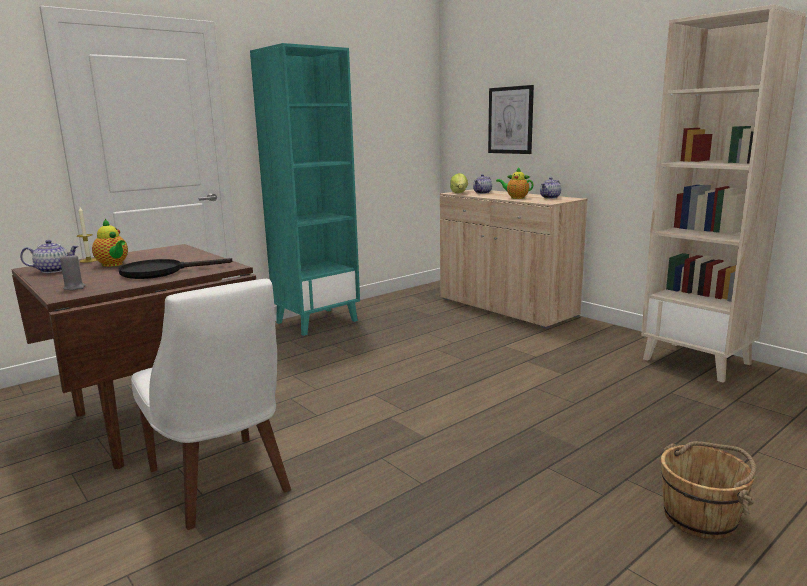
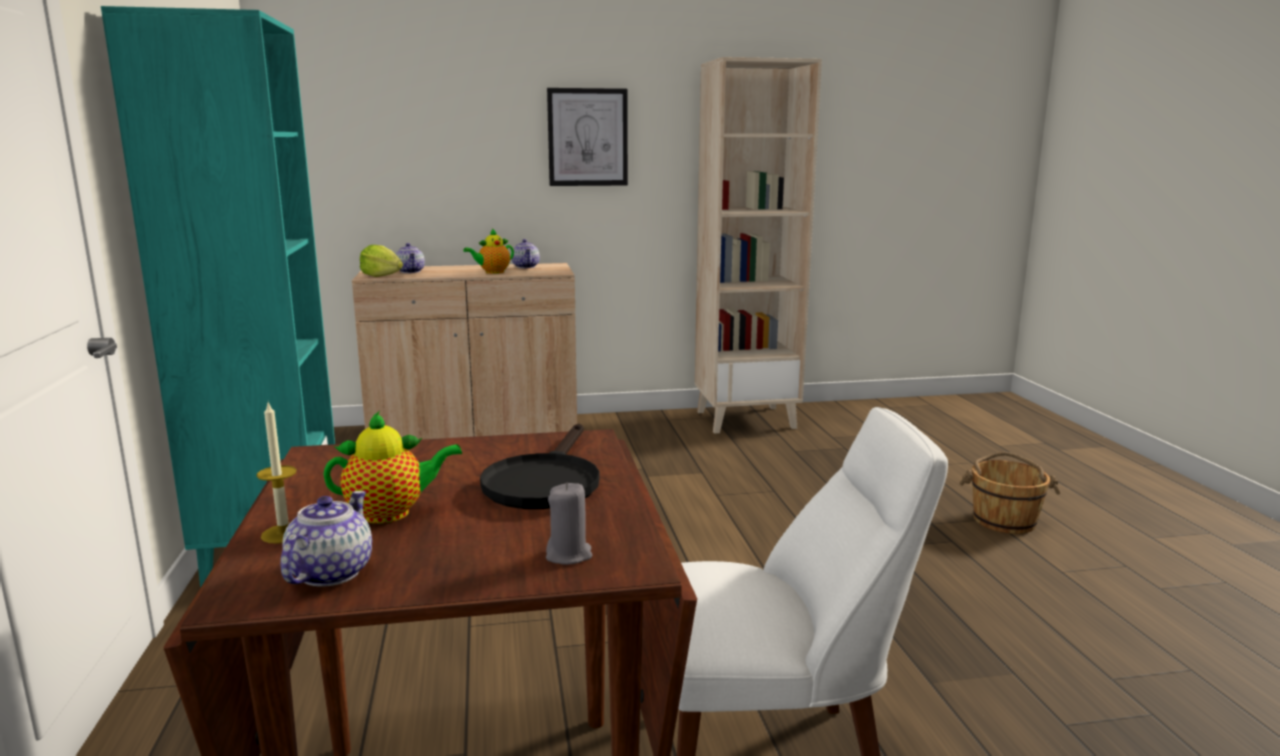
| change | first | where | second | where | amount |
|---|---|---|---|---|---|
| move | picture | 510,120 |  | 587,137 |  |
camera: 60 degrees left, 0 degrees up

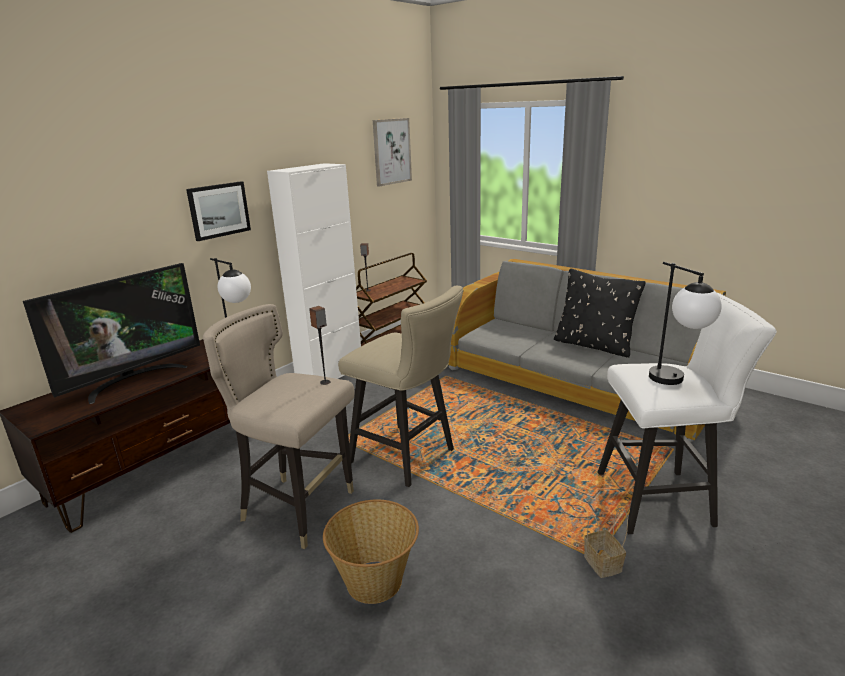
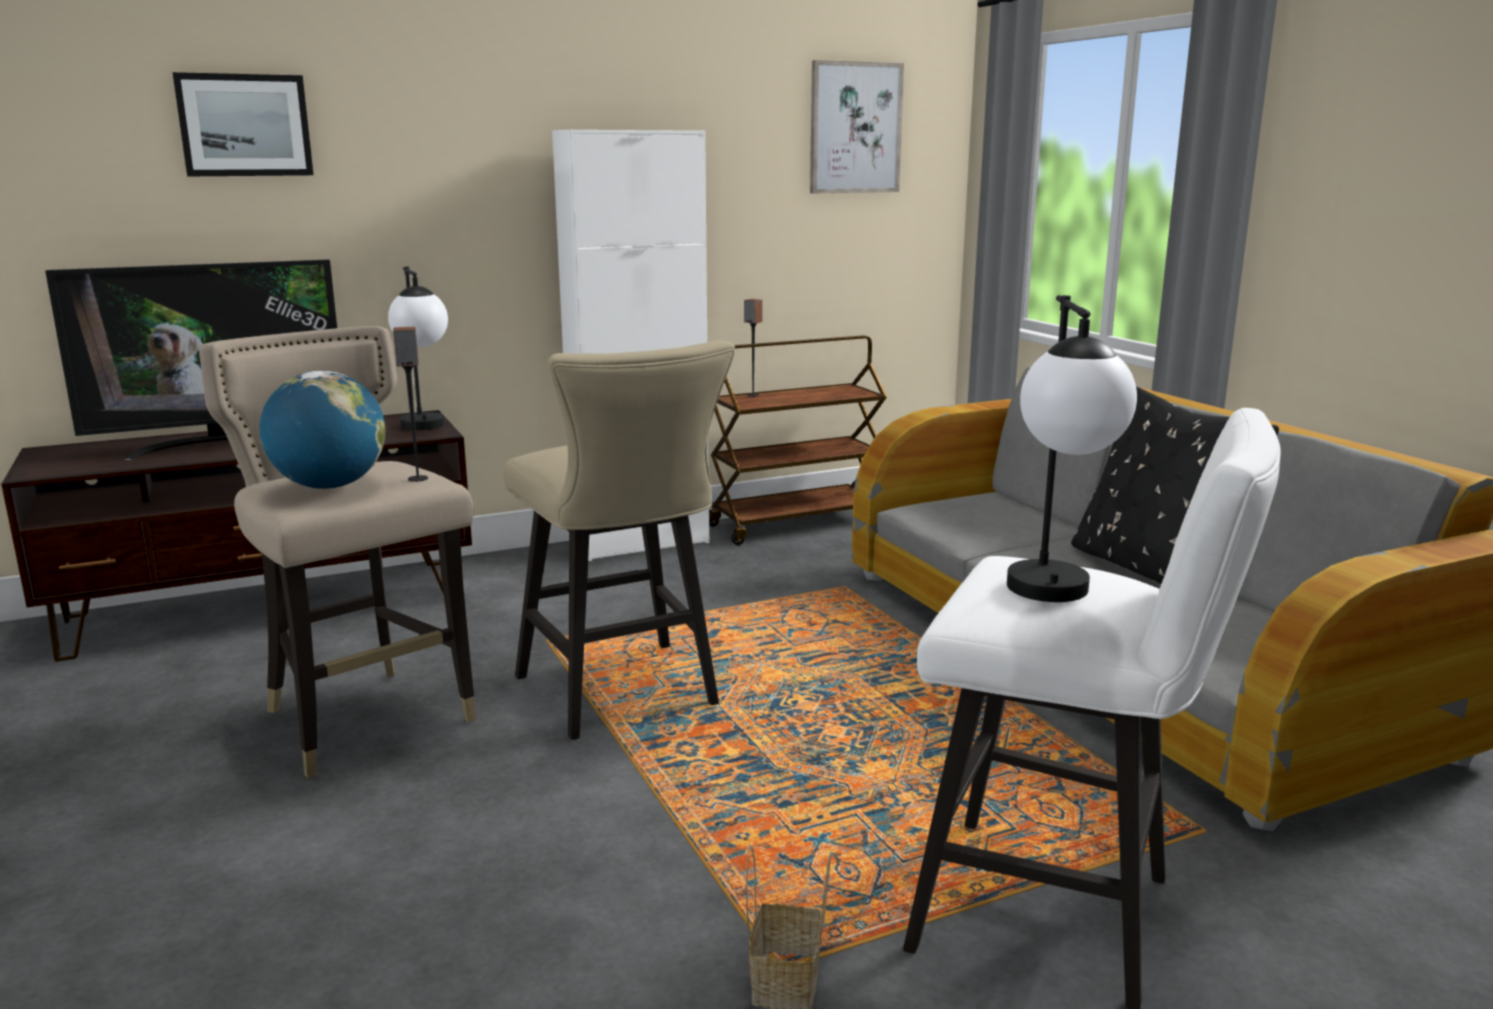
| change | first | where | second | where | amount |
|---|---|---|---|---|---|
| move | picture | 219,210 |  | 245,125 |  |
| delete | basket | 375,581 |  |  |  |
| insert |  |  | globe | 329,486 |  |
camera: 25 degrees right, 5 degrees down

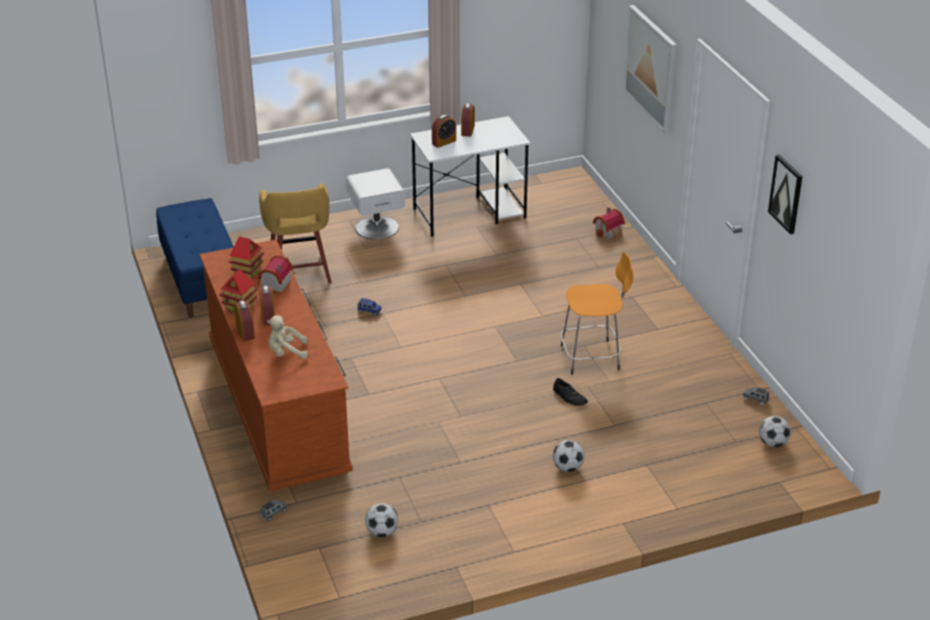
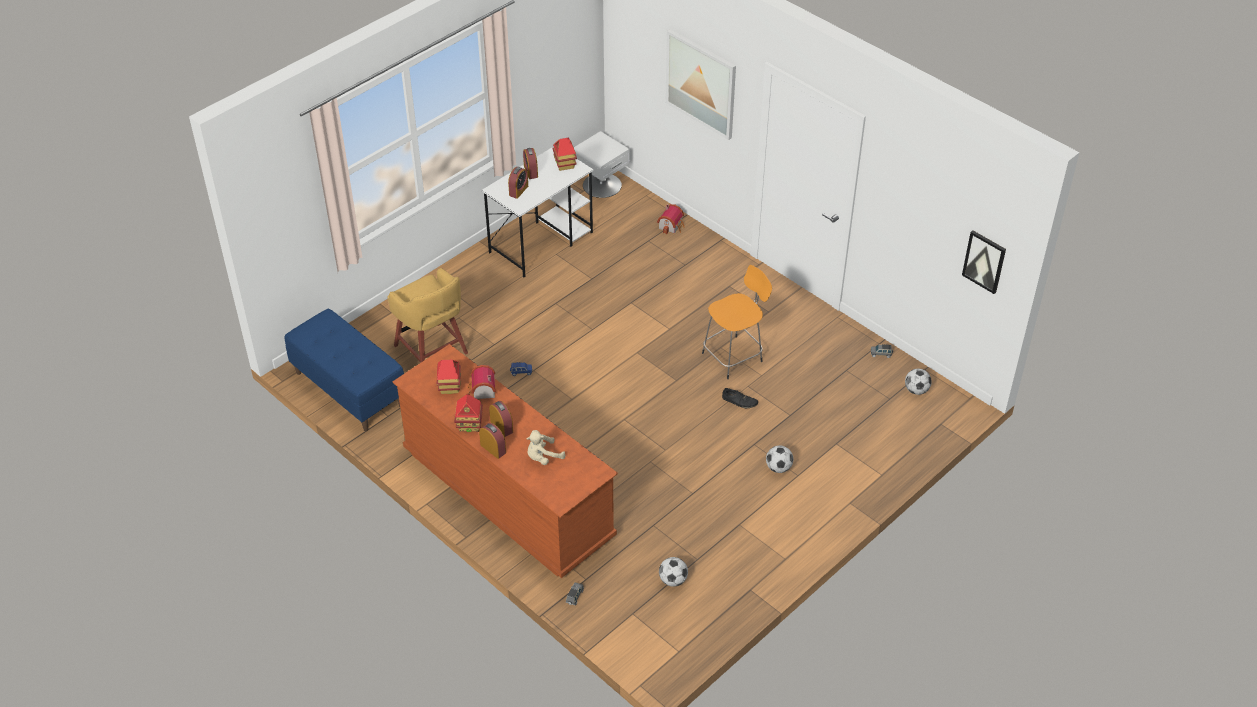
| change | first | where | second | where | amount |
|---|---|---|---|---|---|
| move | picture | 786,194 |  | 984,261 |  |
| move | white nightstand | 377,227 |  | 601,185 |  |
| insert |  |  | toy house | 565,164 |  |
camera: 25 degrees left, 10 degrees up

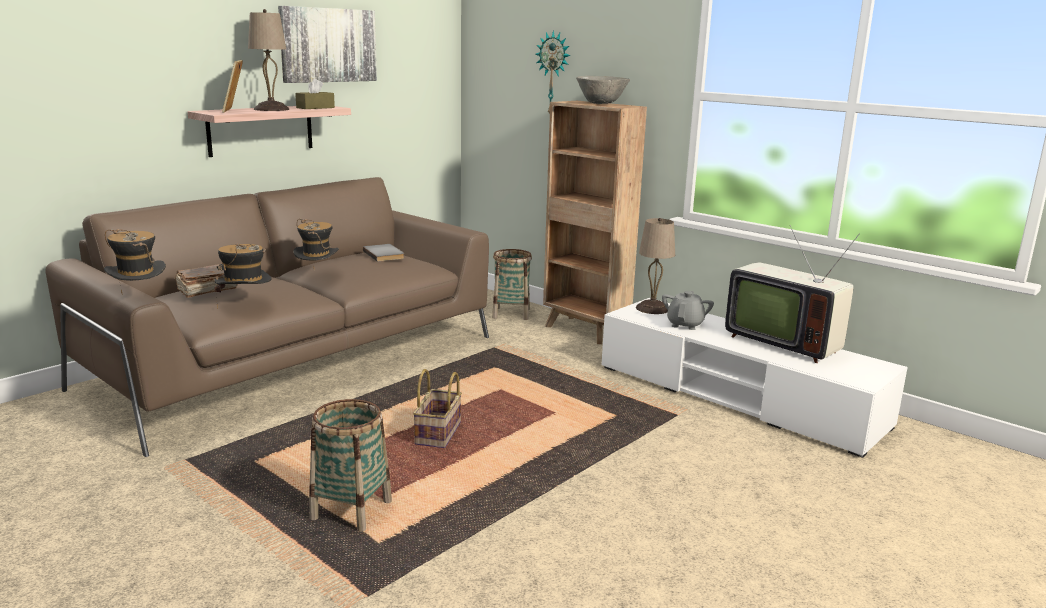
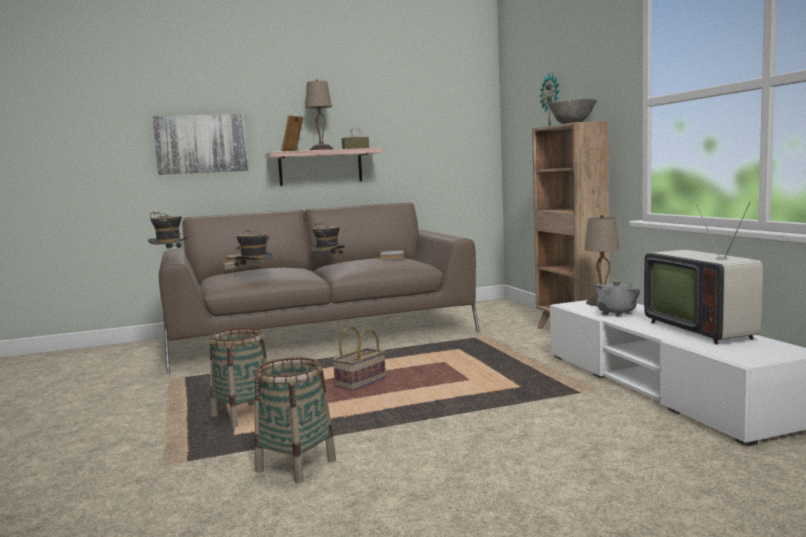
| change | first | where | second | where | amount |
|---|---|---|---|---|---|
| move | picture | 328,45 |  | 201,144 |  |
| move | basket | 511,313 |  | 296,465 |  |
camera: 30 degrees right, 10 degrees down

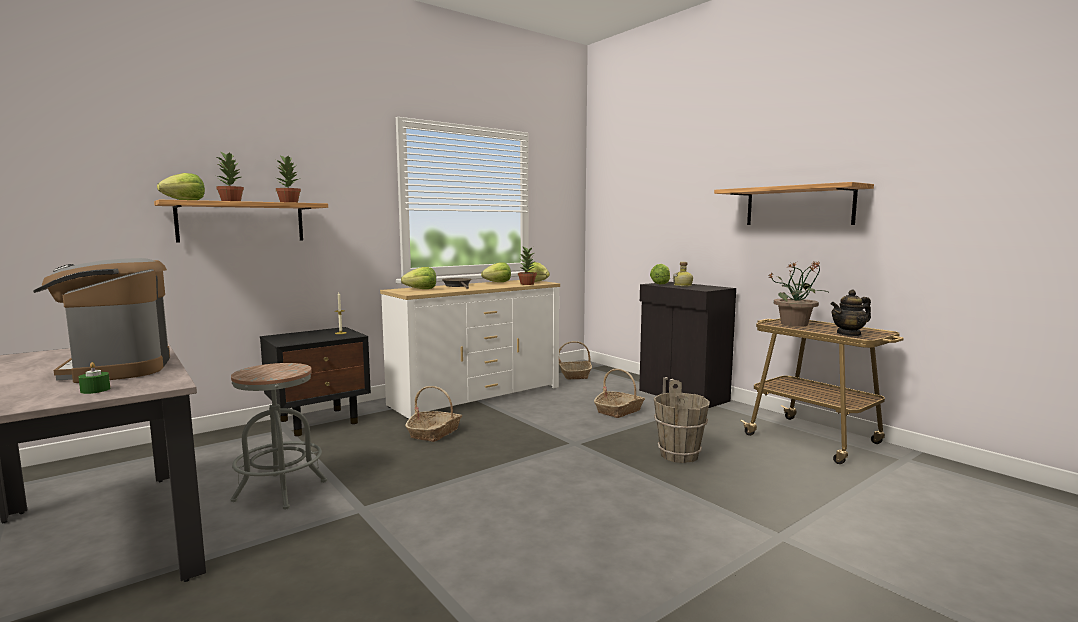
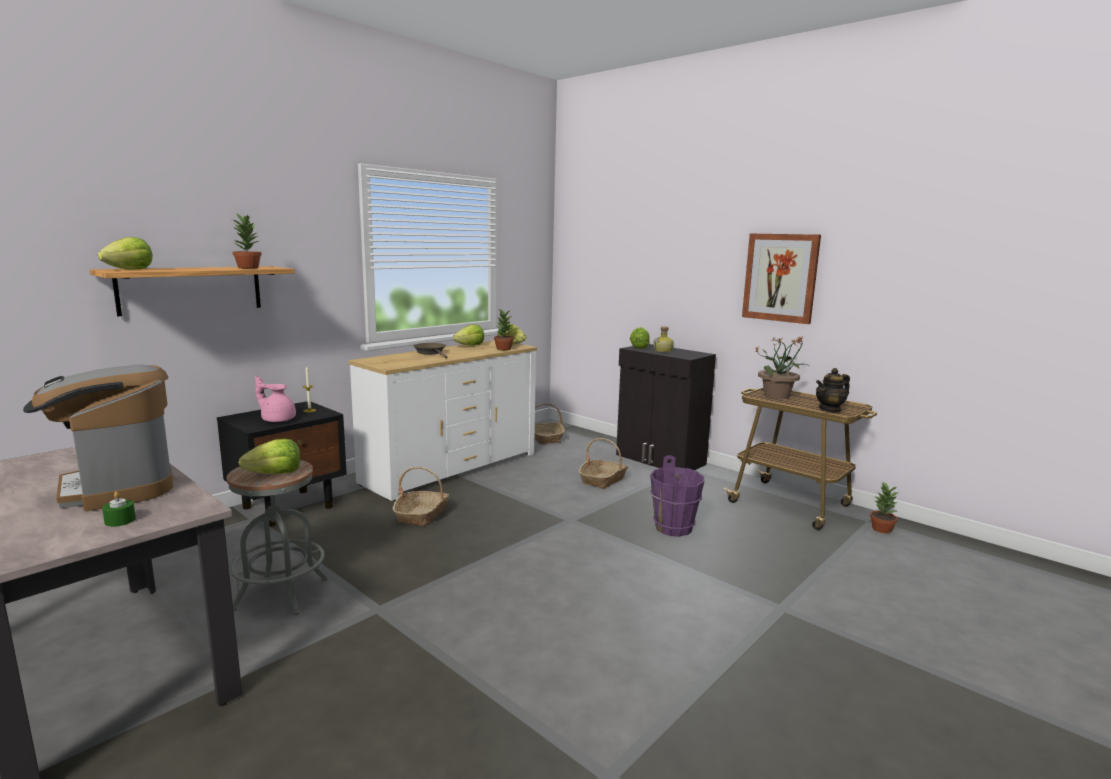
| change | first | where | second | where | amount |
|---|---|---|---|---|---|
| move | potted plant | 231,201 |  | 881,529 |  |
| replace | shelf | 798,206 | picture | 780,277 |  |
| move | lettuce | 421,289 |  | 275,474 |  |
| recolor | brown bucket | 679,455 | purple bucket | 674,528 |  |
| insert |  |  | pink teapot | 277,419 |  |
camera: 10 degrees left, 5 degrees up

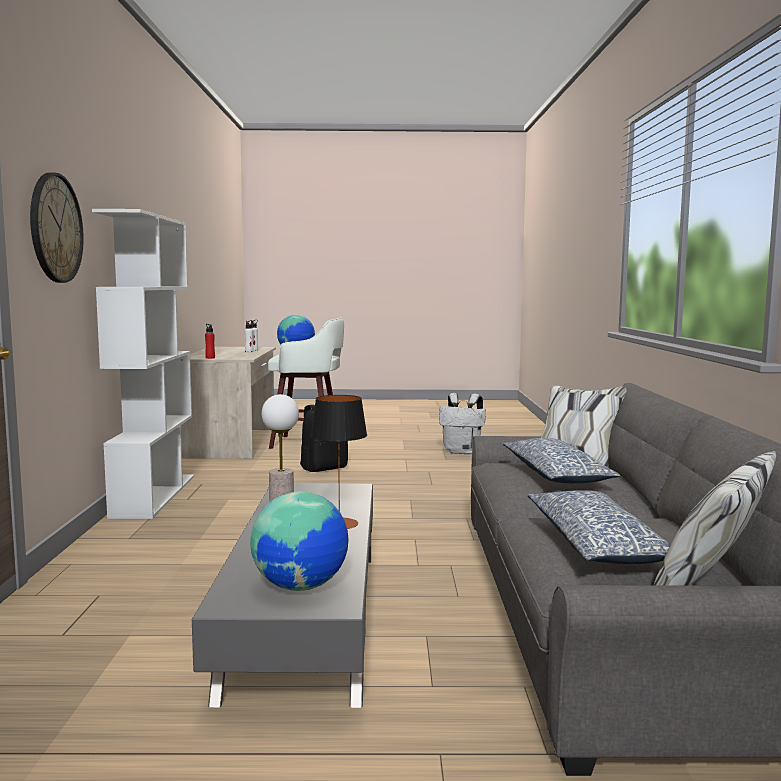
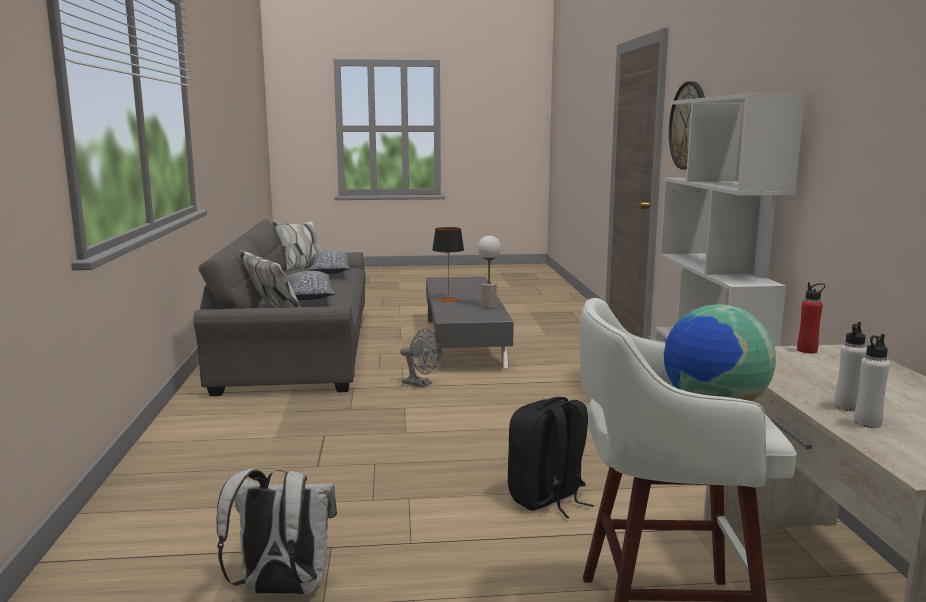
| change | first | where | second | where | amount |
|---|---|---|---|---|---|
| delete | globe | 301,586 |  |  |  |
| insert |  |  | grey fan | 421,384 |  |
camera: 175 degrees right, 5 degrees up

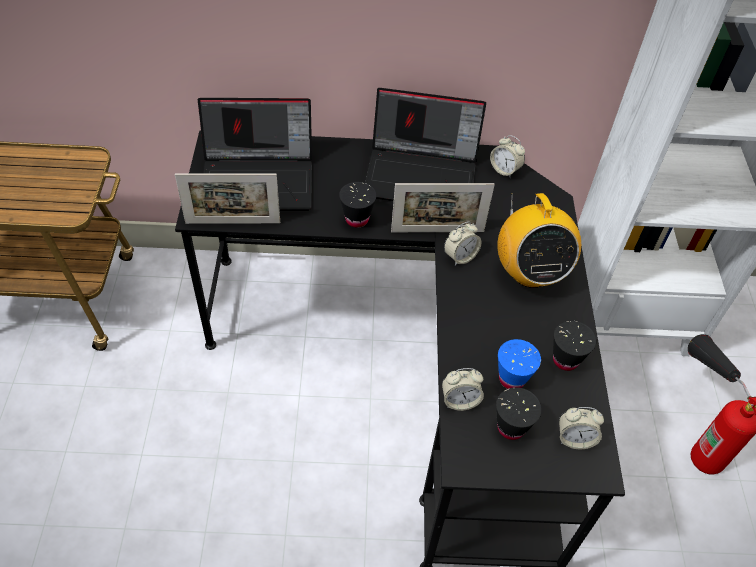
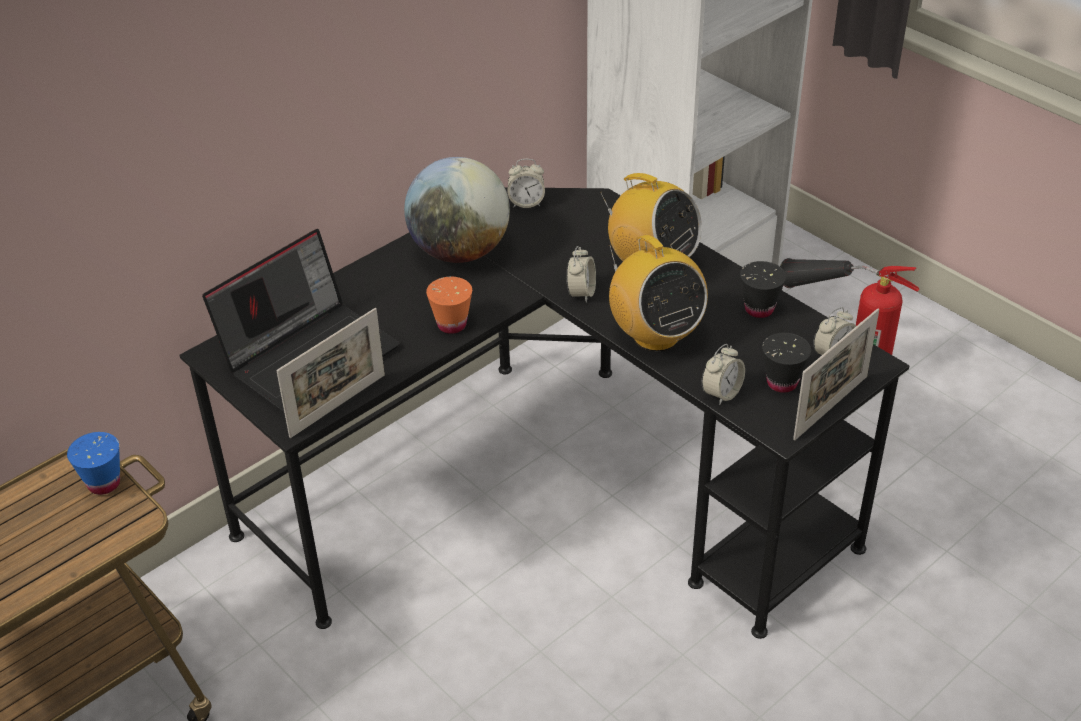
| change | first | where | second | where | amount |
|---|---|---|---|---|---|
| replace | laptop | 422,174 | globe | 460,251 |  |
| recolor | black cup | 357,219 | orange cup | 452,324 |  |
| move | picture frame | 437,231 |  | 830,407 |  |
| move | blue cup | 512,379 |  | 104,483 |  |
| insert |  |  | radio | 655,335 |  |
camera: 40 degrees left, 10 degrees down

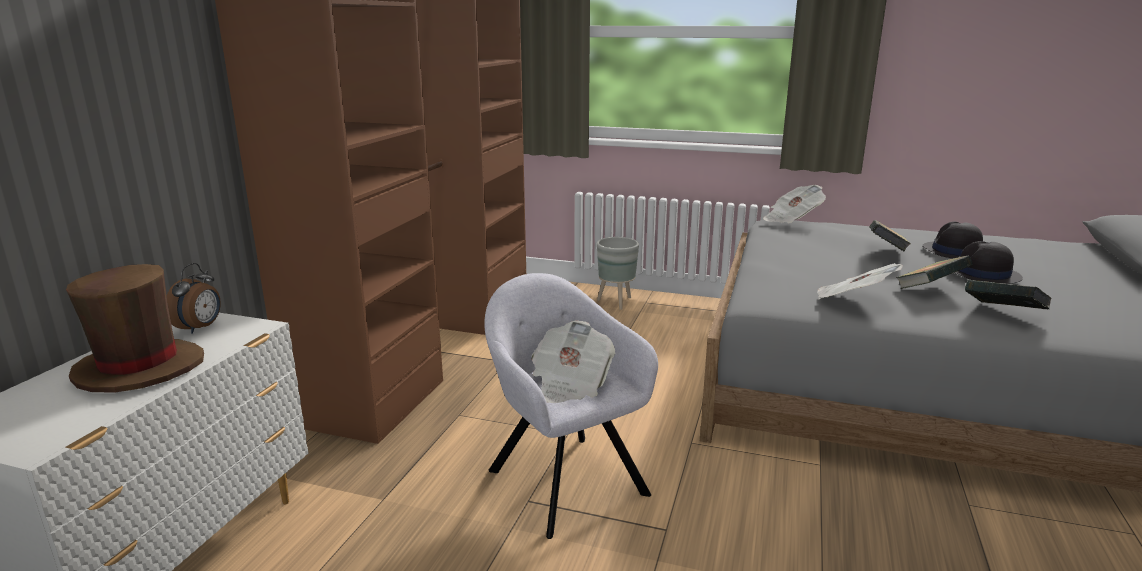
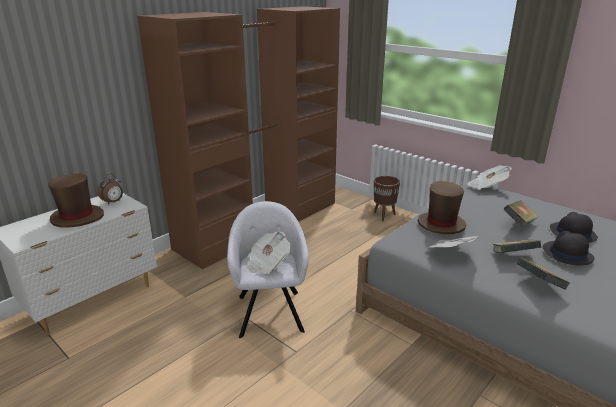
| change | first | where | second | where | amount |
|---|---|---|---|---|---|
| recolor | grey planter | 616,302 | brown planter | 384,215 |  |
| insert |  |  | brown hat | 441,224 |  |
camera: 25 degrees right, 5 degrees up

